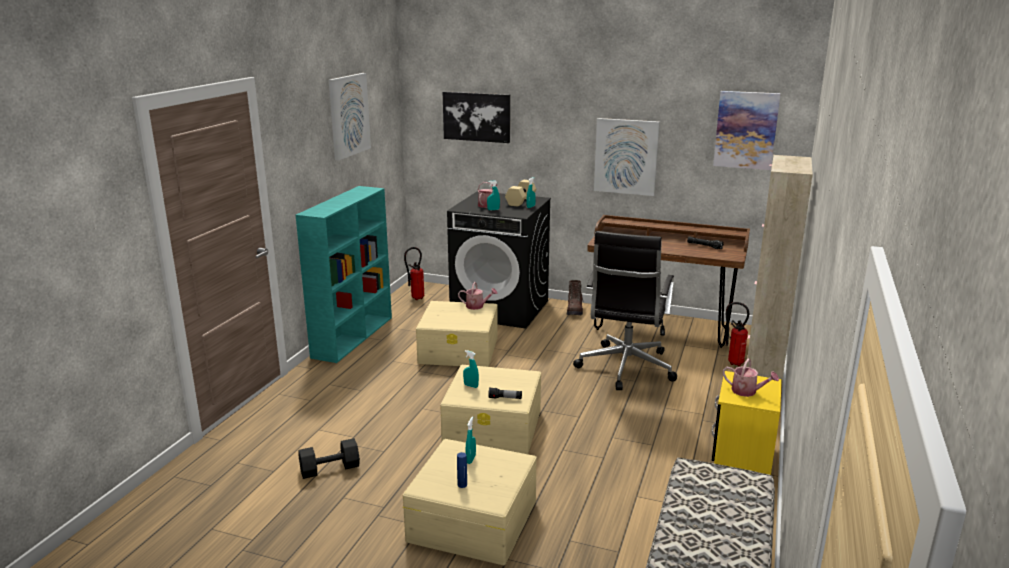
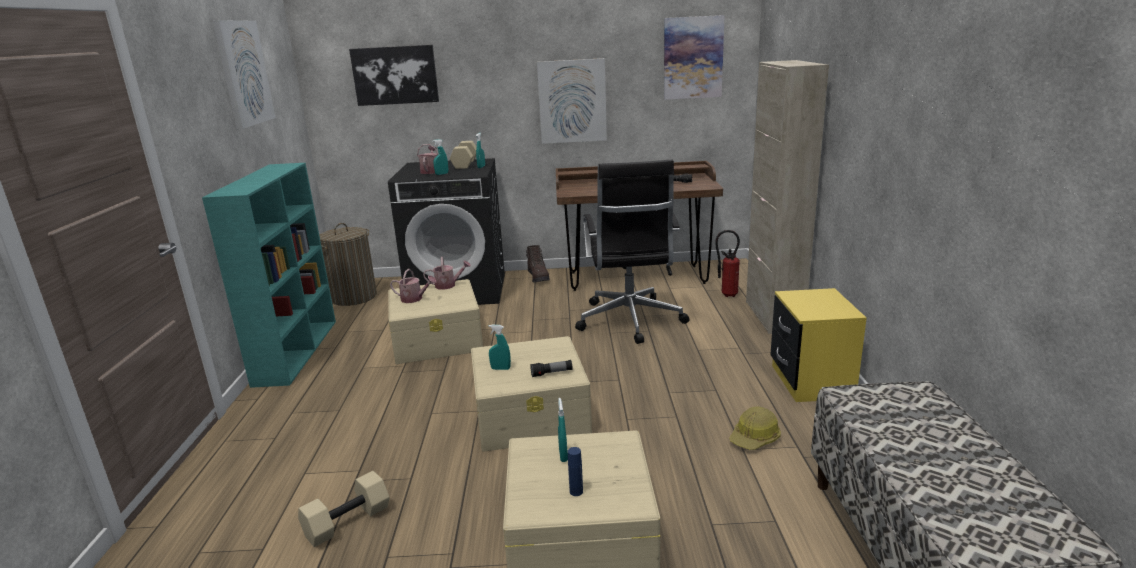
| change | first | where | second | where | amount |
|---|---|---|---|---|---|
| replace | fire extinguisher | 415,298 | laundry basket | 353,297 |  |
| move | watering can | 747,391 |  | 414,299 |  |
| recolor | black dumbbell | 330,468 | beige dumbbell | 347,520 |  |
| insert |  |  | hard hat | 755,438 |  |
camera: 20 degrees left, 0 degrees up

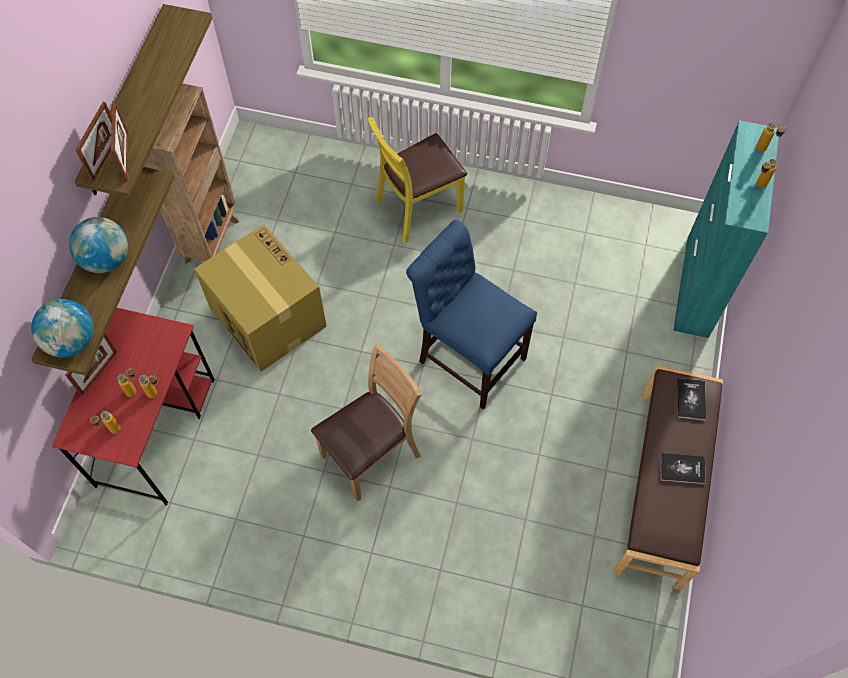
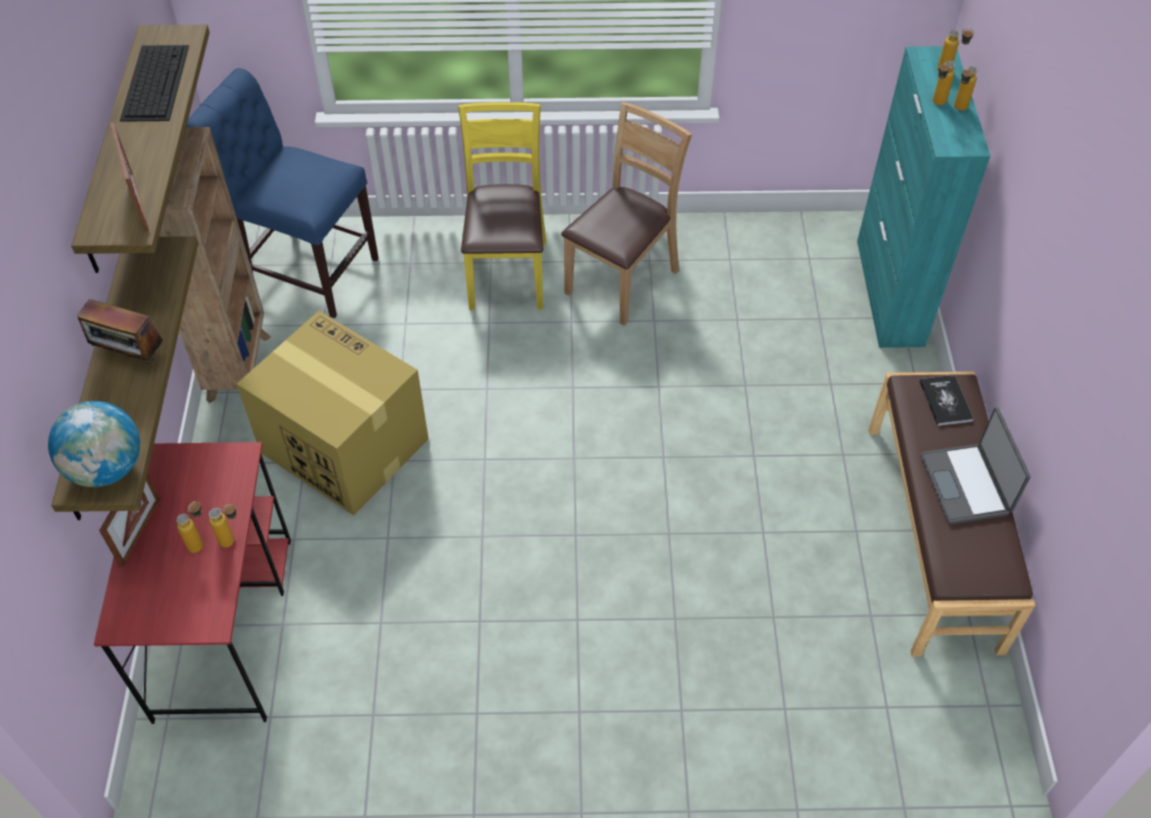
| change | first | where | second | where | amount |
|---|---|---|---|---|---|
| delete | picture frame | 105,157 |  |  |  |
| rotate | yellow chair | 418,207 |  | 507,273 | 135 degrees clockwise |
| replace | globe | 106,259 | radio | 130,356 |  |
| move | blue chair | 467,356 |  | 306,269 |  |
| move | brown chair | 371,454 |  | 622,280 |  |
| move | bottle | 111,431 |  | 936,104 |  |
| replace | book | 682,469 | laptop | 966,484 |  |
| insert |  |  | keyboard | 155,82 |  |
camera: 15 degrees left, 10 degrees down

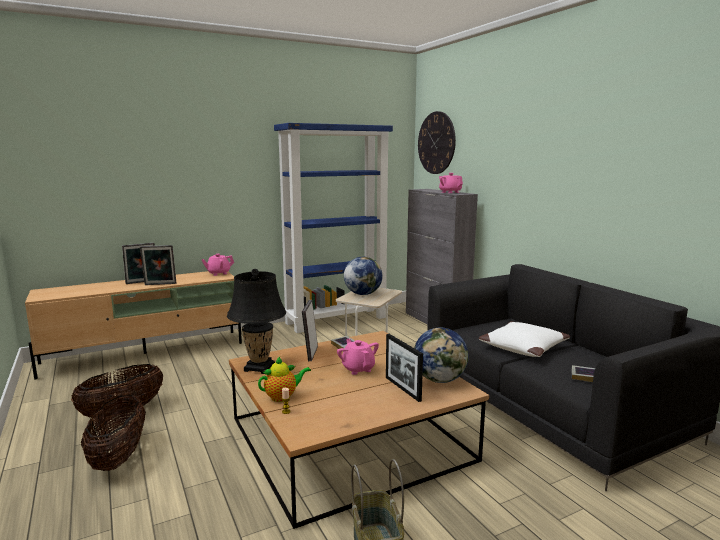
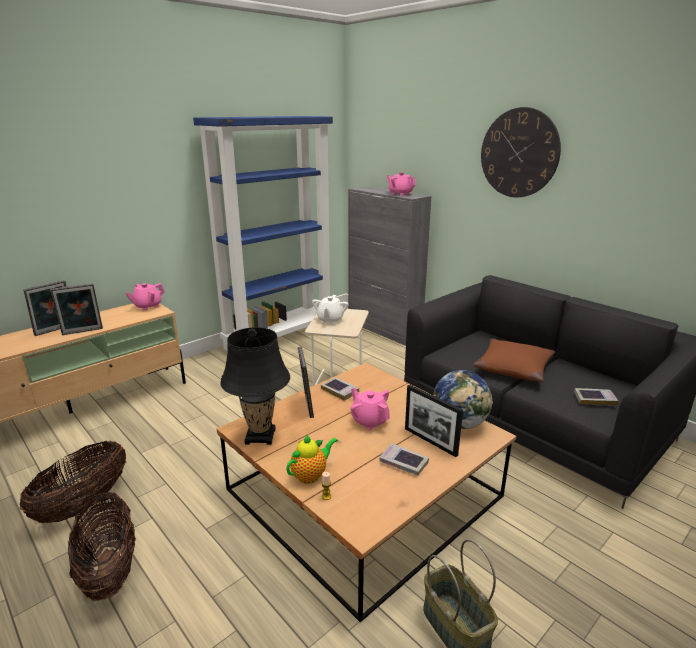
| change | first | where | second | where | amount |
|---|---|---|---|---|---|
| move | wall clock | 436,143 |  | 519,153 |  |
| replace | globe | 363,294 | white teapot | 330,320 |  |
| recolor | white pillow | 522,347 | brown pillow | 512,367 |  |
| insert |  |  | book | 403,463 |  |
camera: 15 degrees left, 10 degrees up

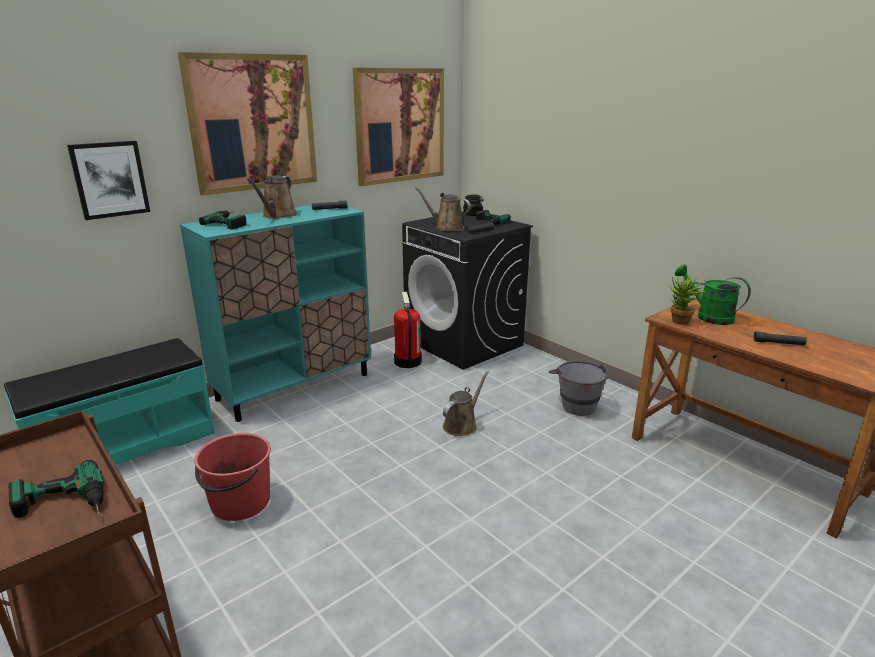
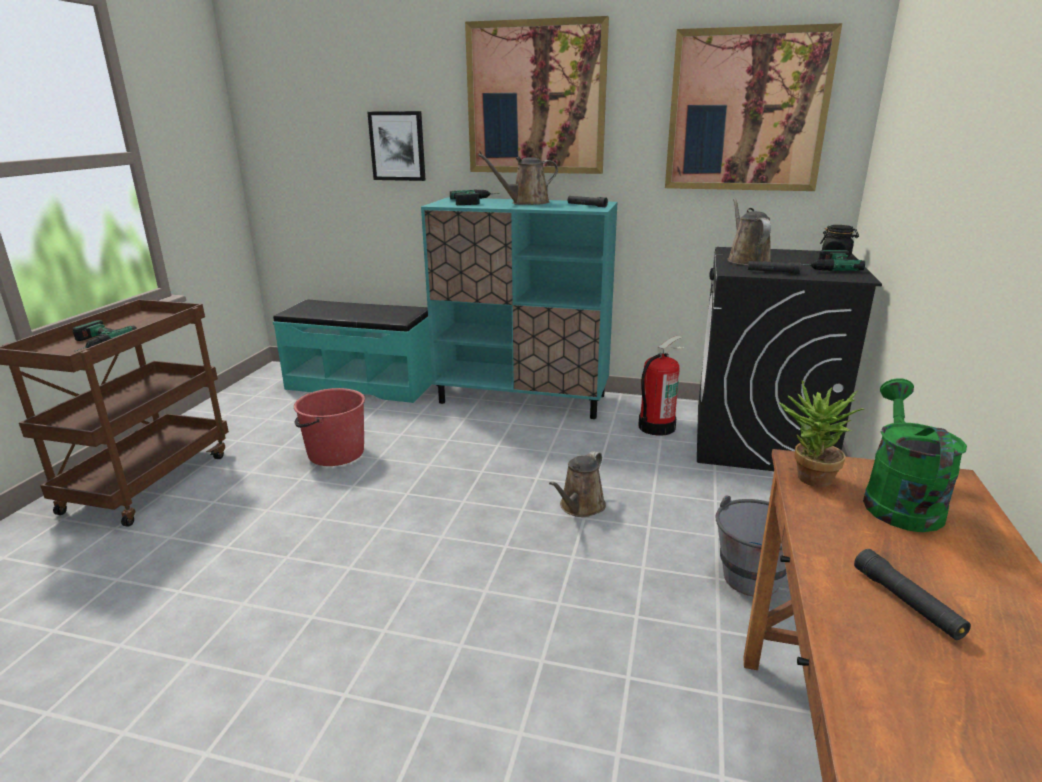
| change | first | where | second | where | amount |
|---|---|---|---|---|---|
| rotate | brown watering can | 462,425 |  | 580,507 | 120 degrees clockwise |
camera: 55 degrees right, 0 degrees up

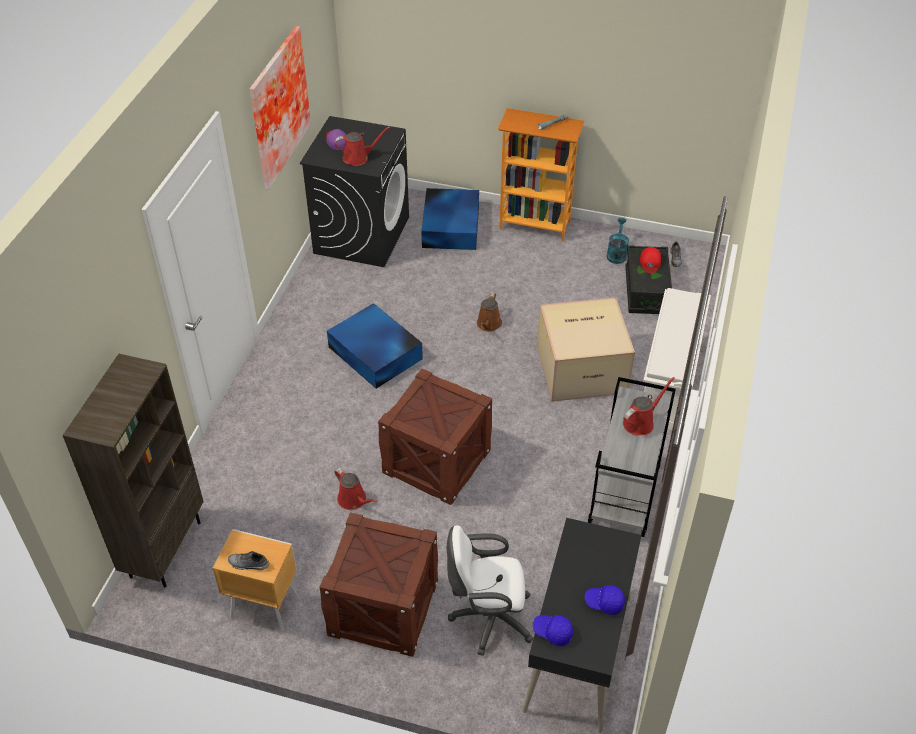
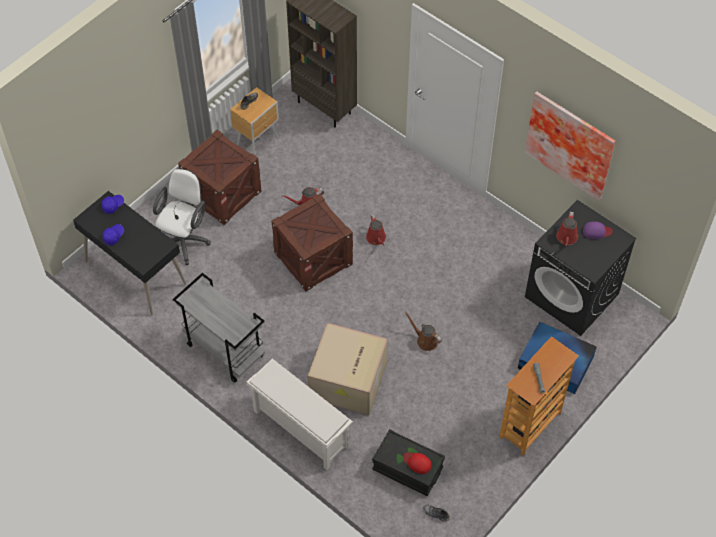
| change | first | where | second | where | amount |
|---|---|---|---|---|---|
| delete | turquoise watering can | 616,253 |  |  |  |
| delete | blue storage box | 375,354 |  |  |  |
| move | red watering can | 641,422 |  | 376,239 |  |
camera: 115 degrees right, 10 degrees up

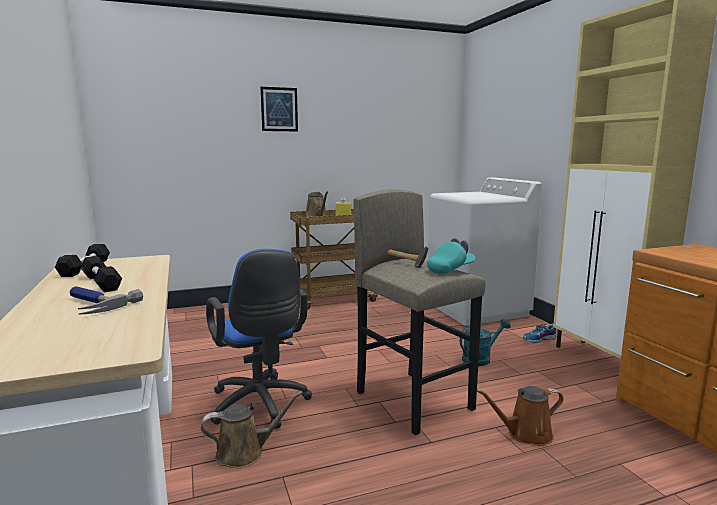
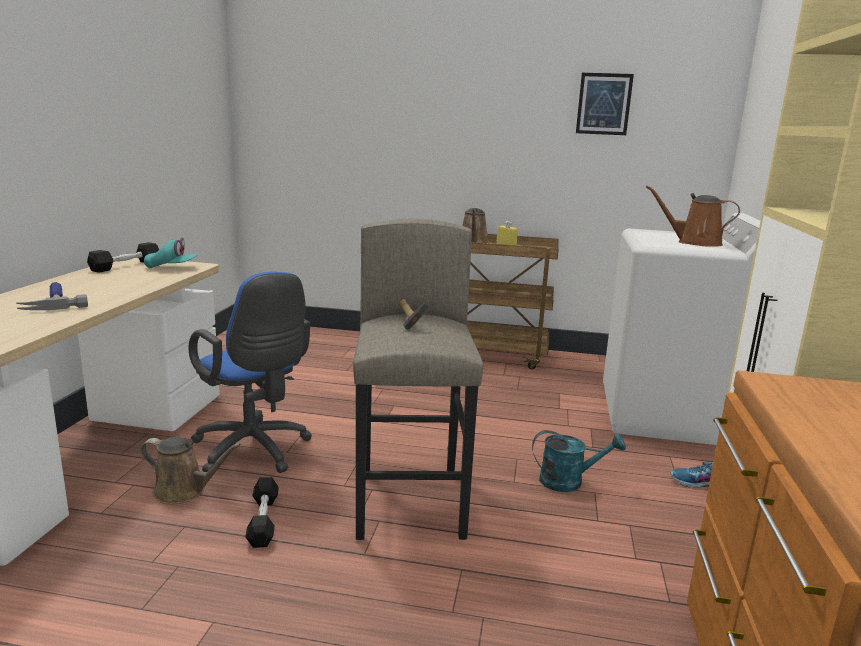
| change | first | where | second | where | amount |
|---|---|---|---|---|---|
| move | picture | 279,109 |  | 604,104 |  |
| move | turquoise cap | 451,270 |  | 171,268 |  |
| rotate | blue office chair | 261,406 |  | 254,451 | 45 degrees counterclockwise |
| move | black dumbbell | 101,283 |  | 263,520 |  |
| move | brown watering can | 525,434 |  | 694,243 |  |
camera: 30 degrees right, 5 degrees up

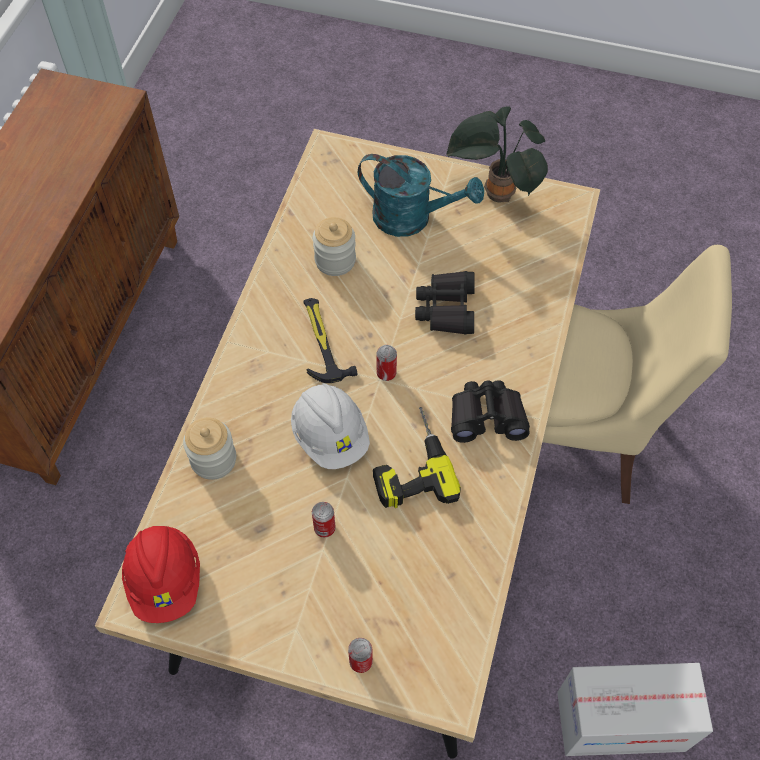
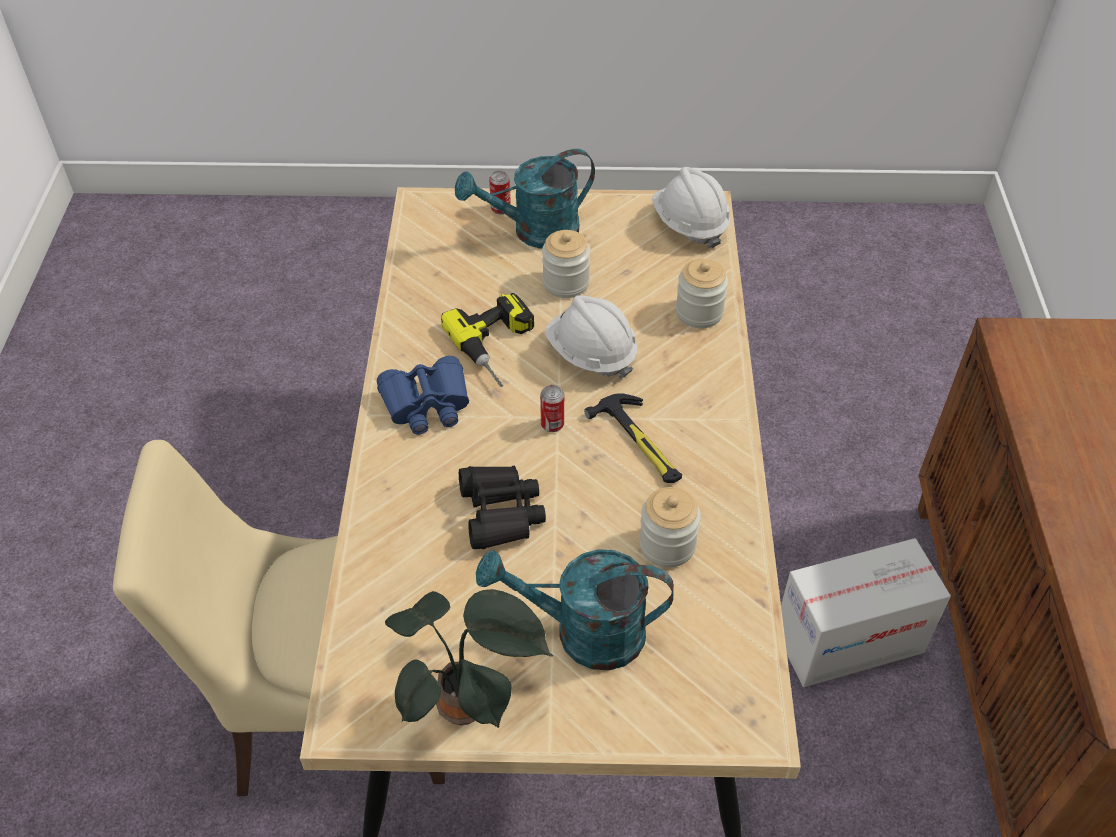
| change | first | where | second | where | amount |
|---|---|---|---|---|---|
| recolor | black binoculars | 487,417 | blue binoculars | 426,404 |  |
| replace | can | 324,528 | jar | 566,283 |  |
| recolor | red hard hat | 165,580 | white hard hat | 689,225 |  |
| move | cardboard box | 620,721 |  | 849,640 |  |
| insert |  |  | turquoise watering can | 534,232 |  |
camera: 165 degrees right, 10 degrees down

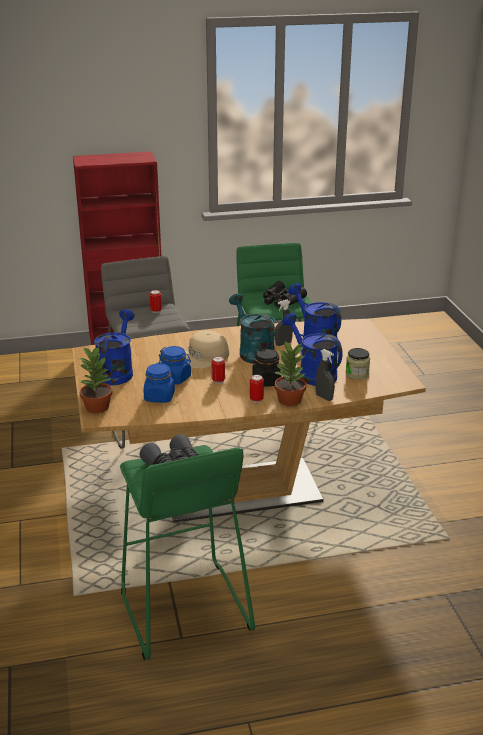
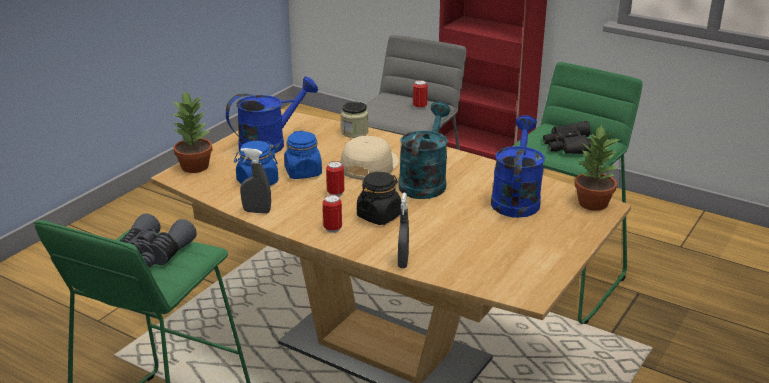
| change | first | where | second | where | amount |
|---|---|---|---|---|---|
| move | grey spray bottle | 283,344 |  | 257,211 |  |
| delete | blue watering can | 312,373 |  |  |  |
| rotate | beige cap | 204,357 |  | 368,165 | 105 degrees clockwise |
| move | potted plant | 290,400 |  | 592,204 |  |
| move | jar | 357,374 |  | 354,132 |  |
camera: 45 degrees right, 0 degrees up

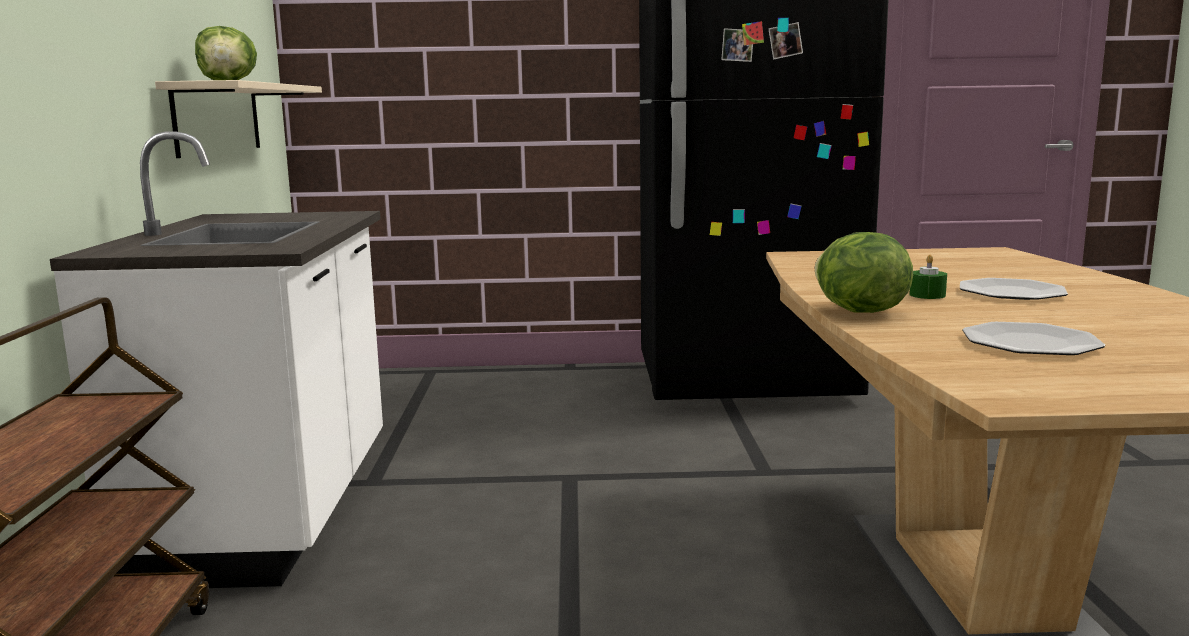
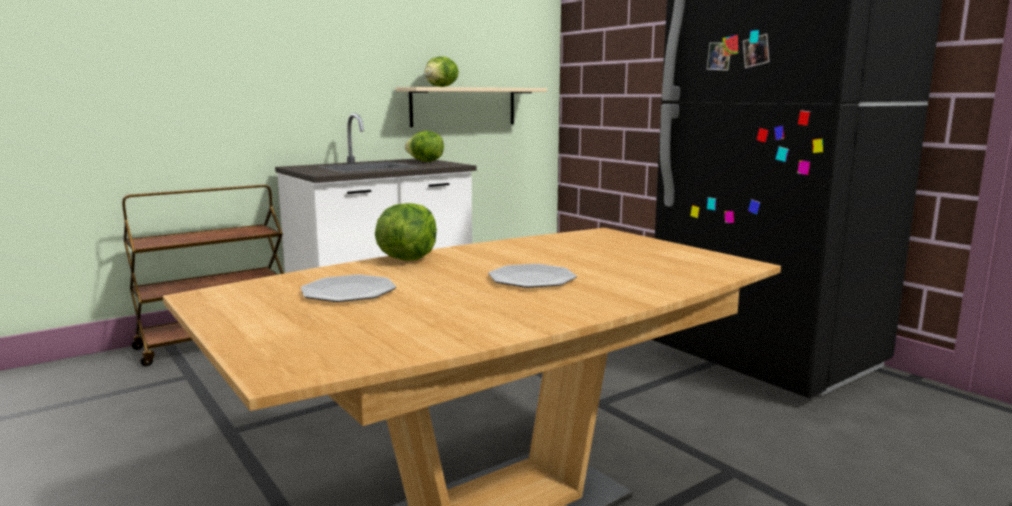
| change | first | where | second | where | amount |
|---|---|---|---|---|---|
| delete | green candle | 927,295 |  |  |  |
| insert |  |  | lettuce | 425,161 |  |
camera: 55 degrees right, 0 degrees up

